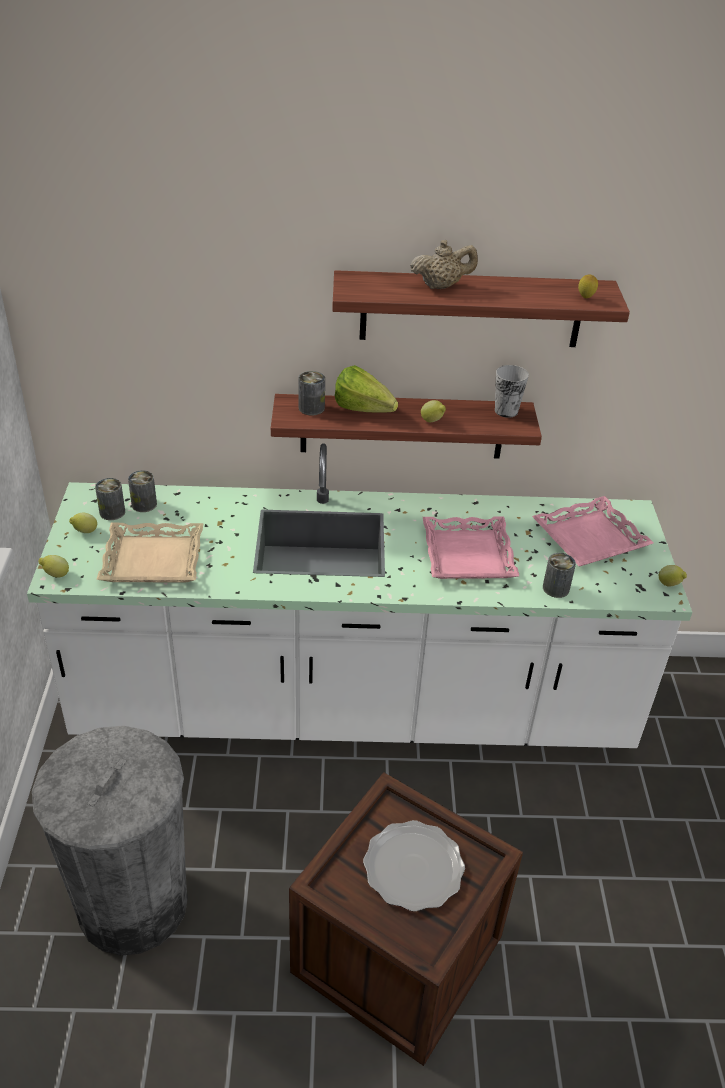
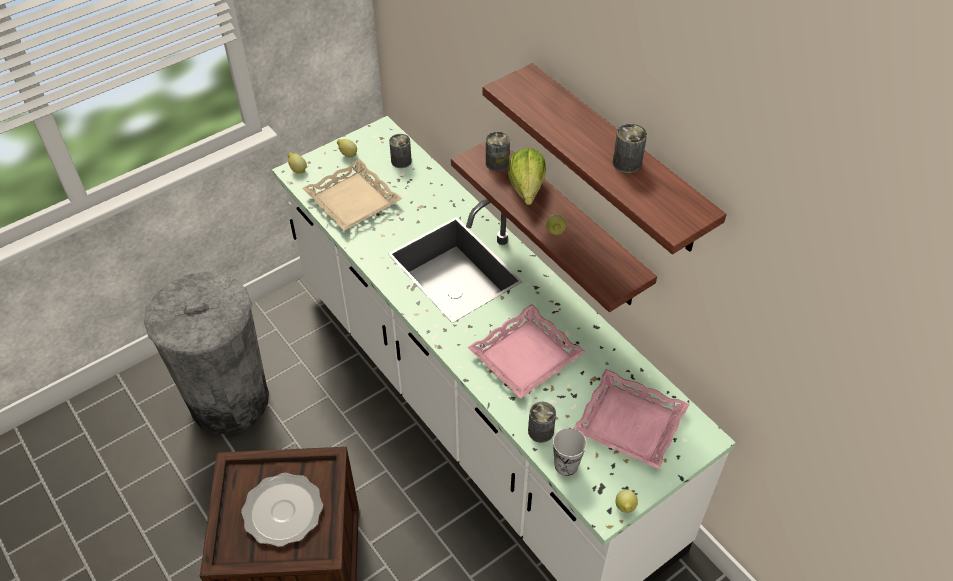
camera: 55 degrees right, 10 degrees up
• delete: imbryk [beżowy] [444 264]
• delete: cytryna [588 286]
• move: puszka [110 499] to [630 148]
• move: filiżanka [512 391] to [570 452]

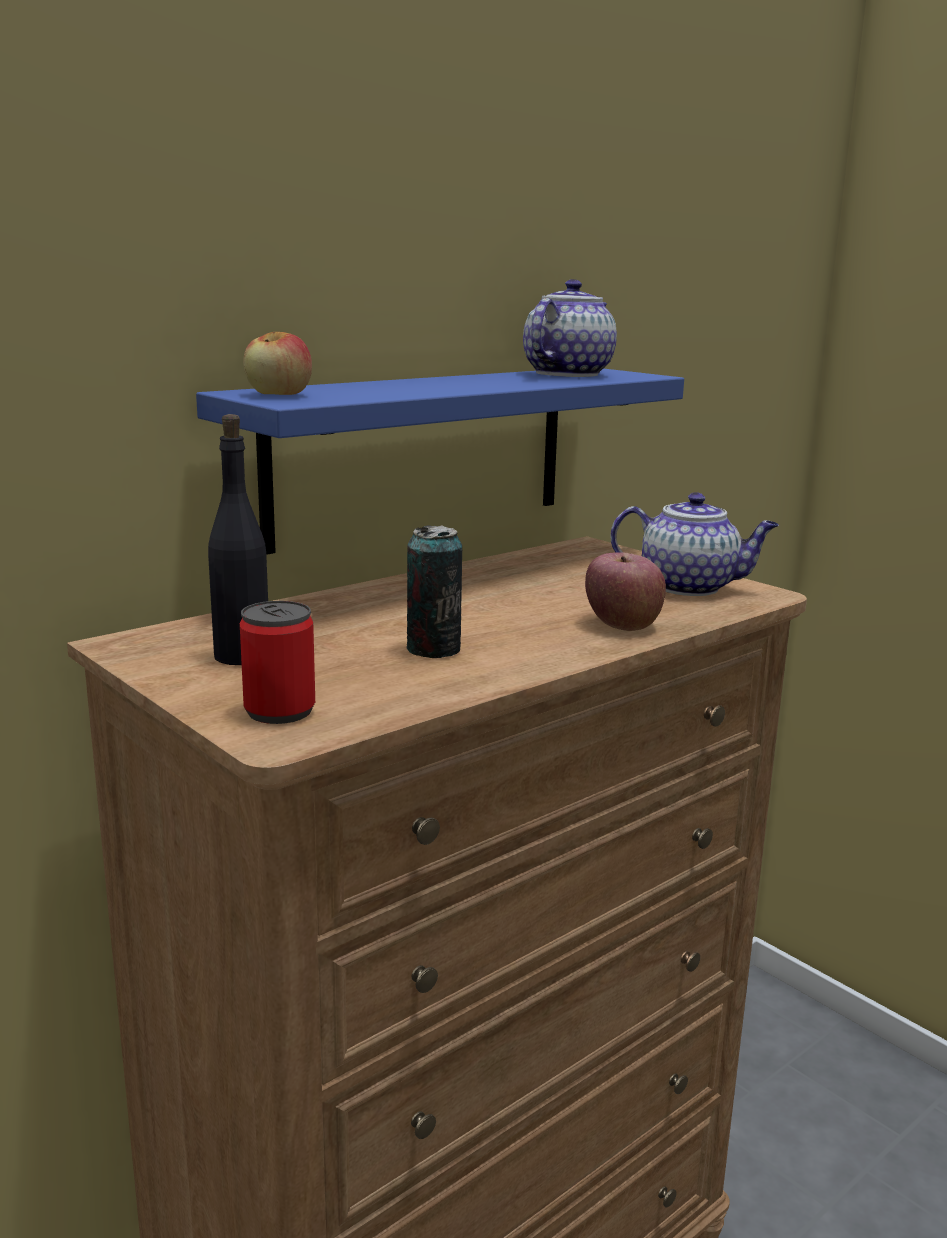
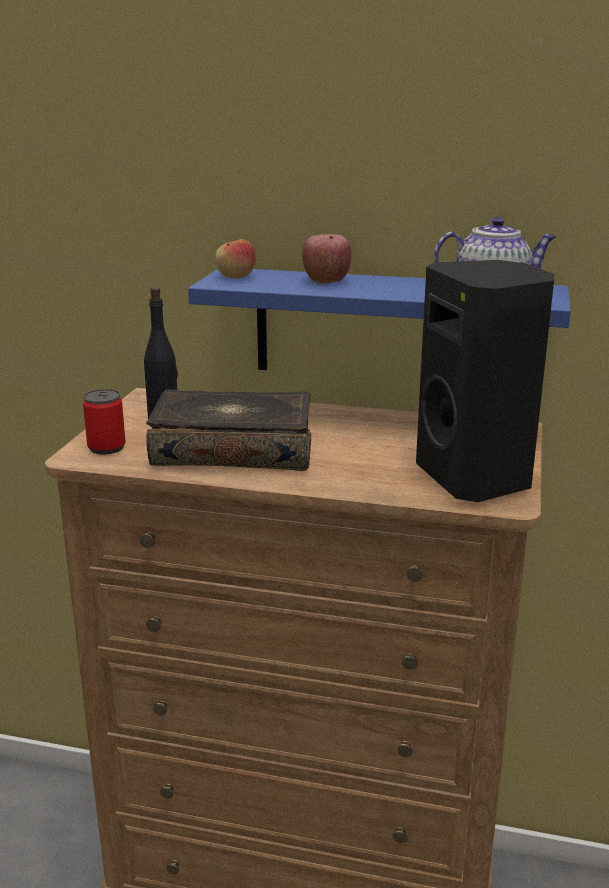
camera: 55 degrees right, 5 degrees up
• move: jabłko [625 591] to [327 259]
• replace: puszka [434 592] to książka [228 430]
• replace: imbryk [694 544] to głośnik [czarny] [485 381]

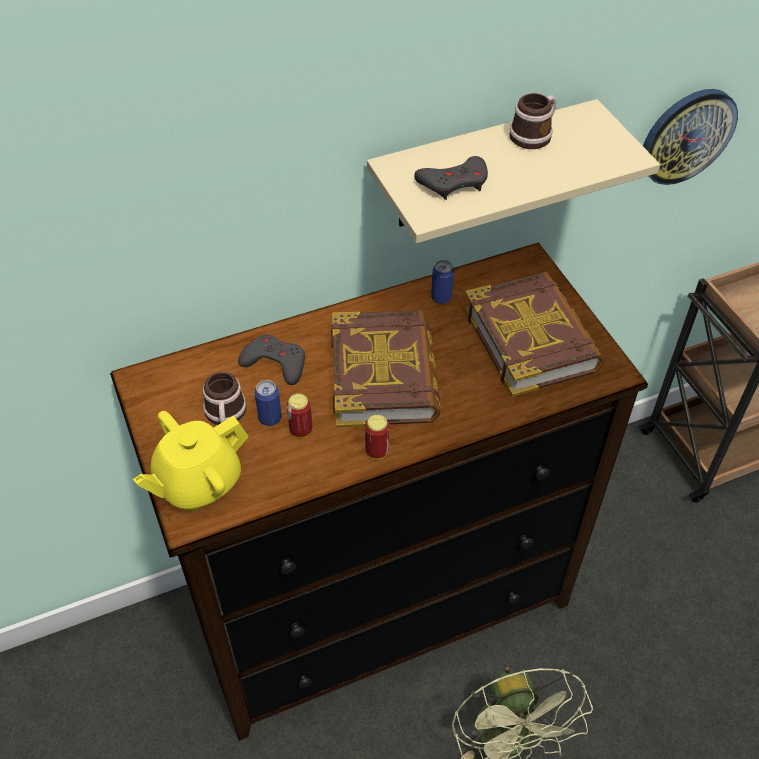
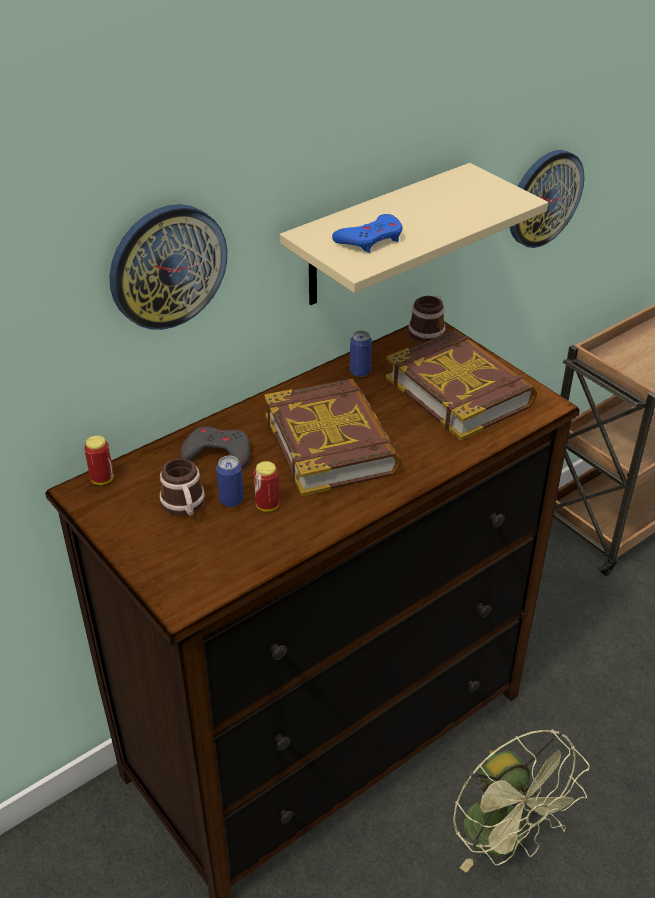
camera: 15 degrees left, 10 degrees down
• delete: imbryk [żółty] [191 461]
• insert: zegar ścienny [168 267]
• move: puszka [377 437] to [99 460]
• move: kubek [532 121] to [427 319]
• recolor: pad do gier [szary] [451 178] to pad do gier [niebieski] [367 233]

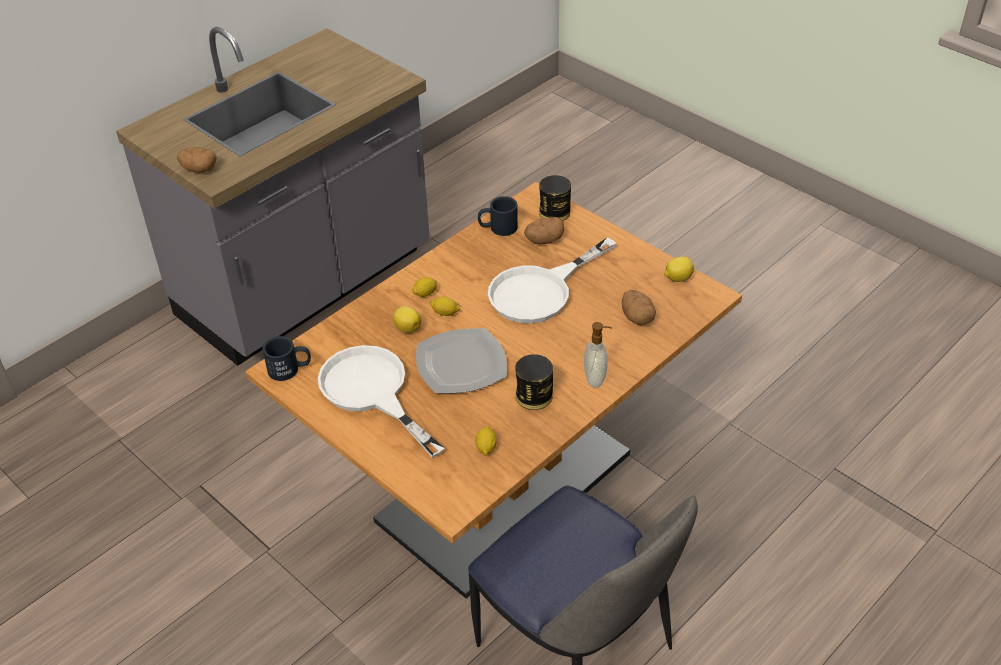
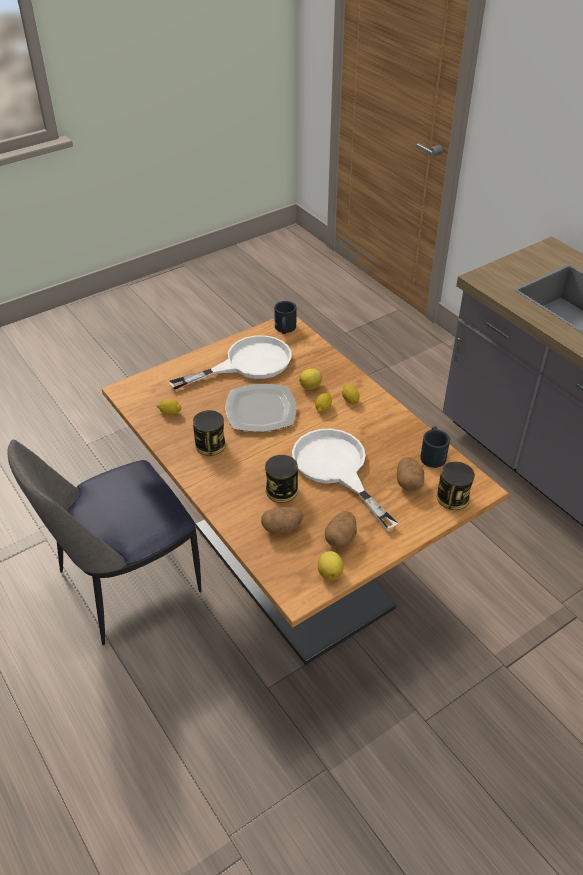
camera: 100 degrees right, 0 degrees up
• delete: dozownik mydła [598 354]
• insert: puszka [281 479]
• move: ziemniak [196 160] to [341 529]

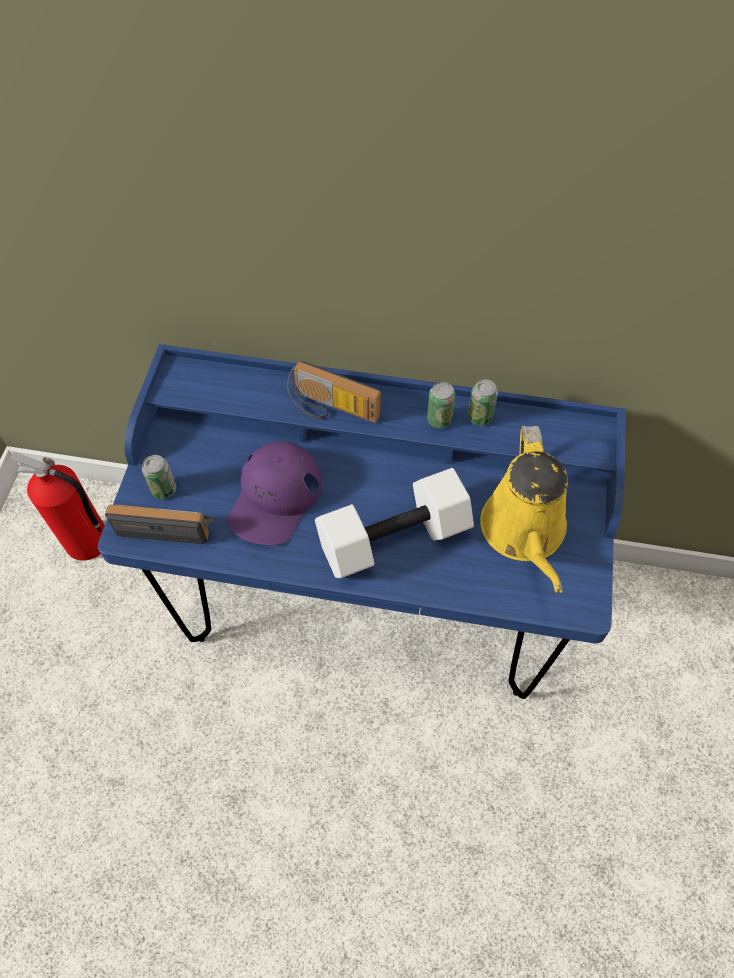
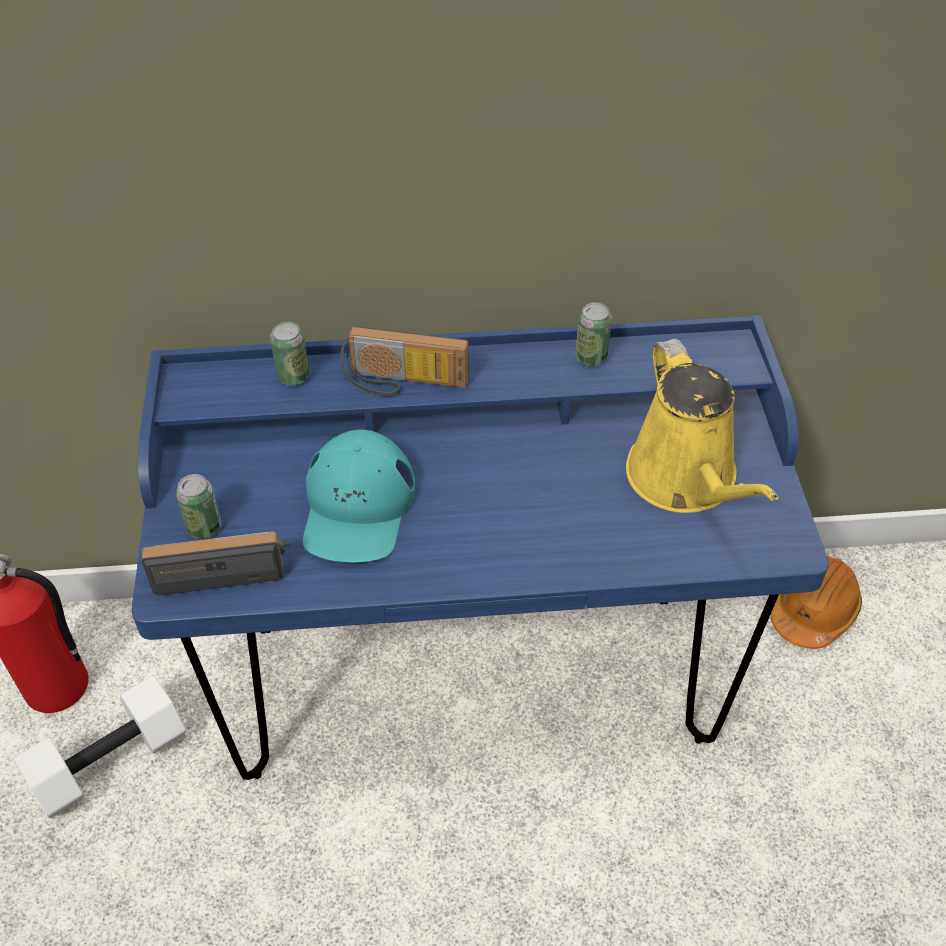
camera: 15 degrees left, 10 degrees down
• insert: kask [pomarańczowy] [816 602]
• move: hantel [biały] [394 523] to [100 746]
• move: puszka [441 405] to [289 353]
• recolor: czapka z daszkiem [fioletowy] [275 493] to czapka z daszkiem [turkusowy] [359 496]

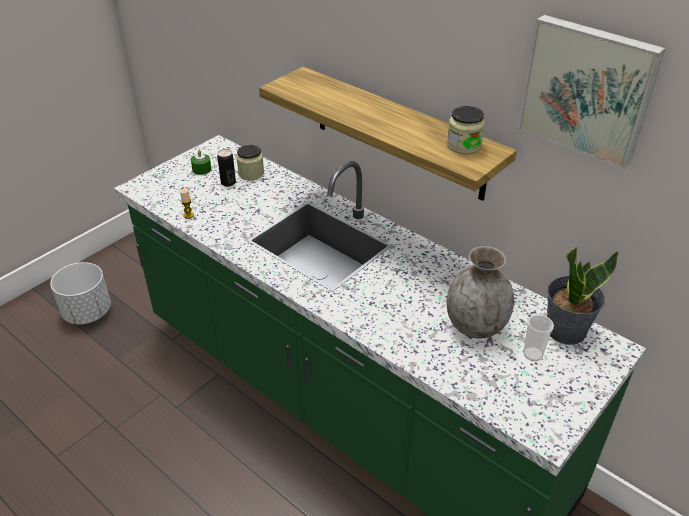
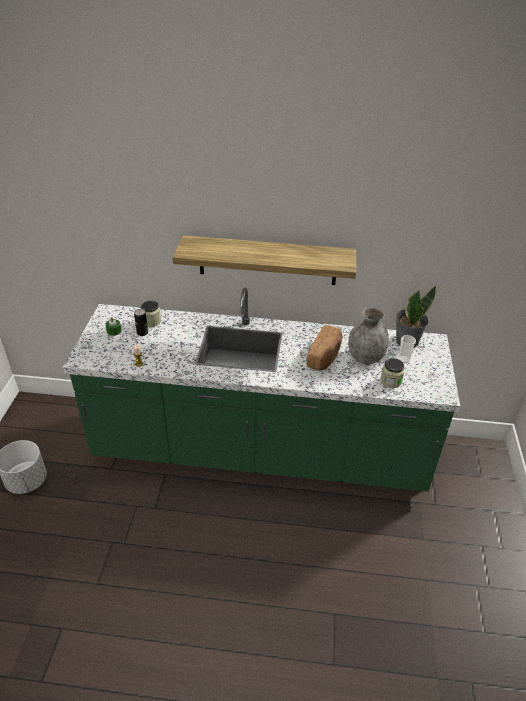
camera: 35 degrees left, 0 degrees up
• delete: obraz [591 92]
• insert: chleb [324 347]
• move: słoik [466 130] to [393 373]

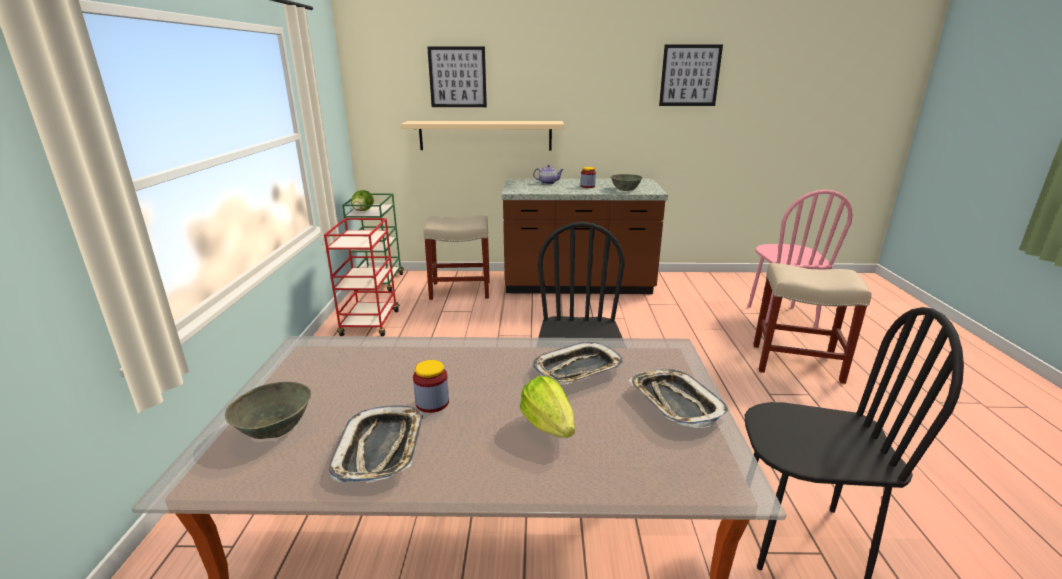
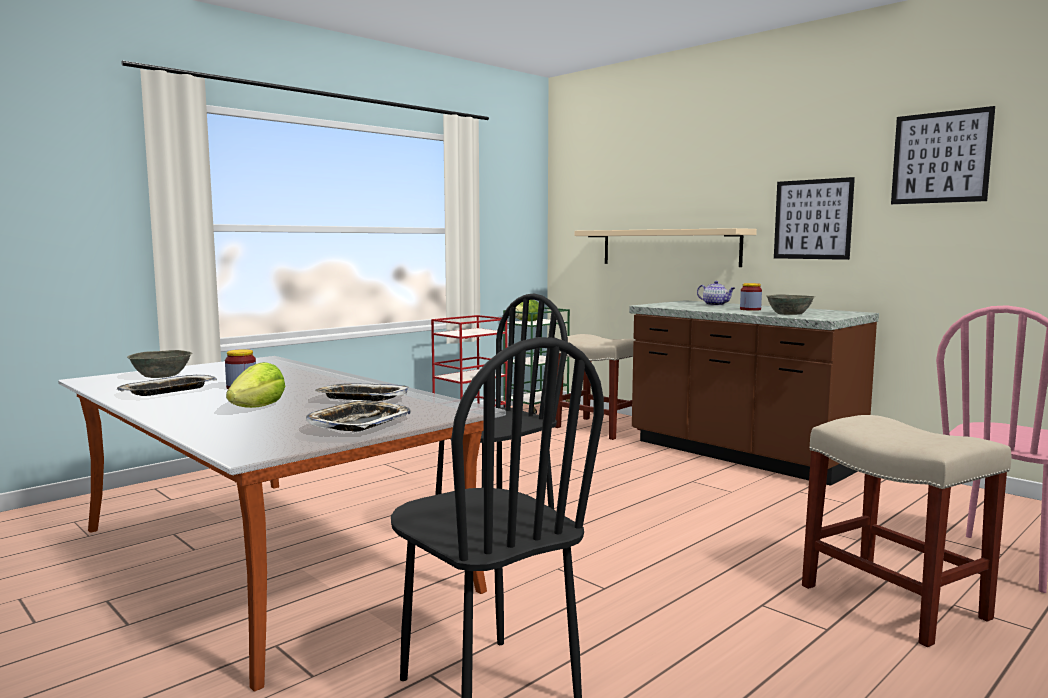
camera: 45 degrees right, 15 degrees down
• move: obraz [457 76] to [814 218]

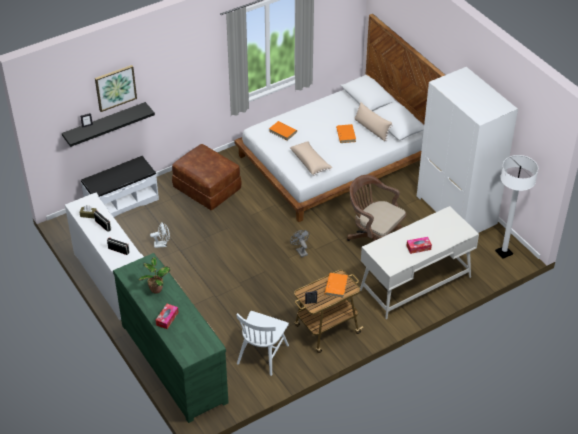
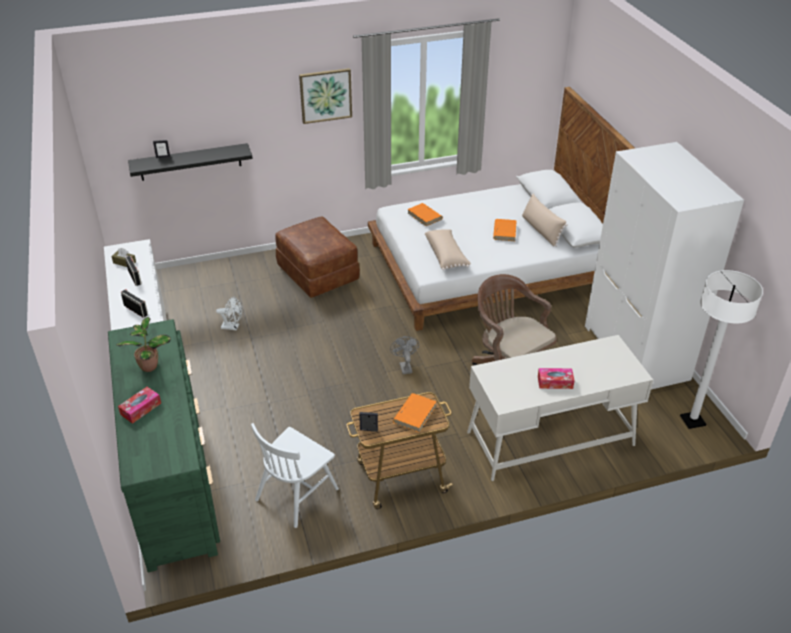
camera: 15 degrees right, 5 degrees down
• delete: ławka [biały] [120 186]
• move: obraz [116 88] to [325 96]

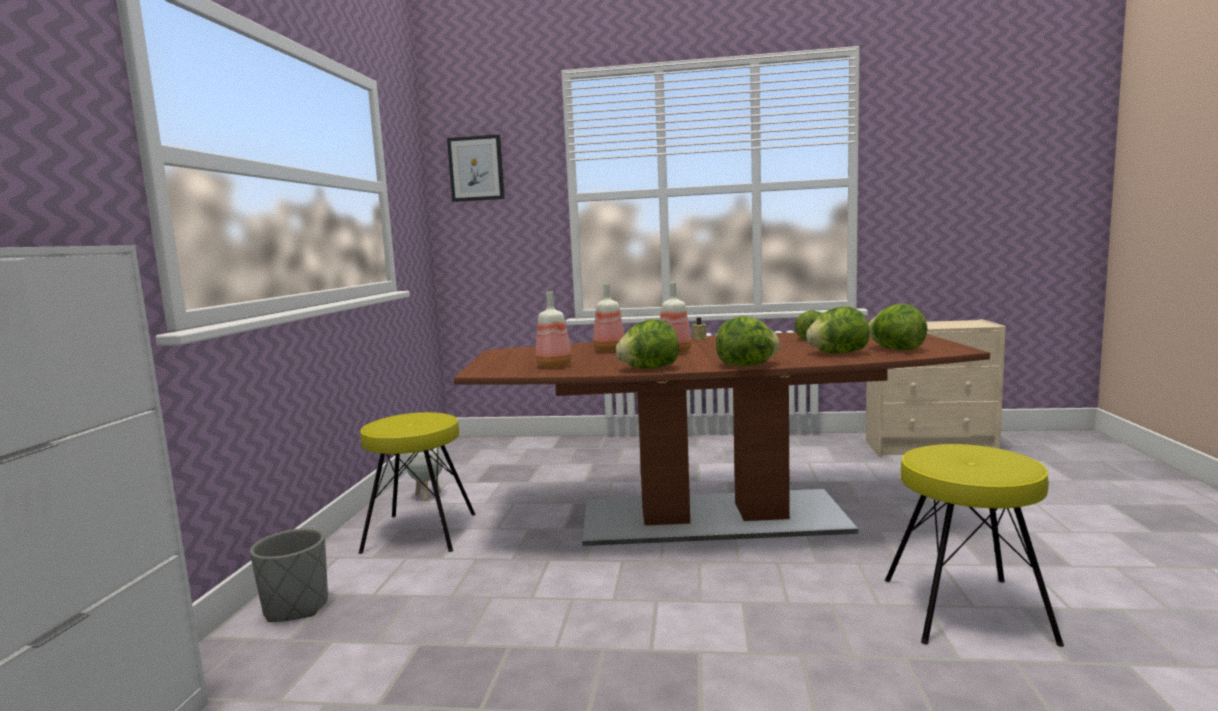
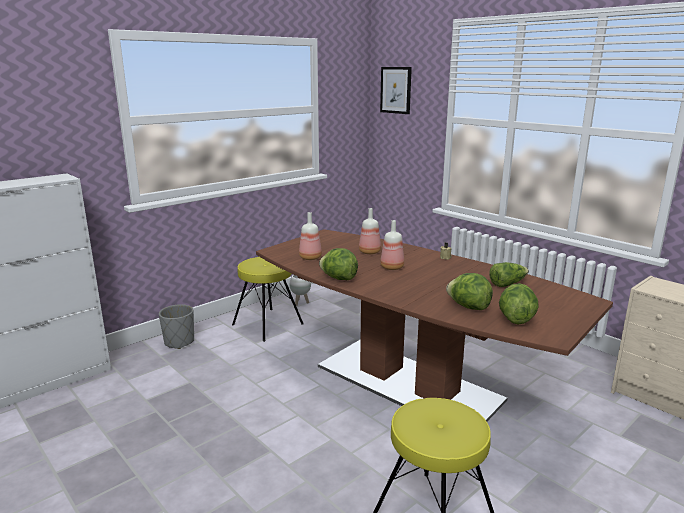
camera: 40 degrees right, 10 degrees up
• delete: sałata [748 341]

